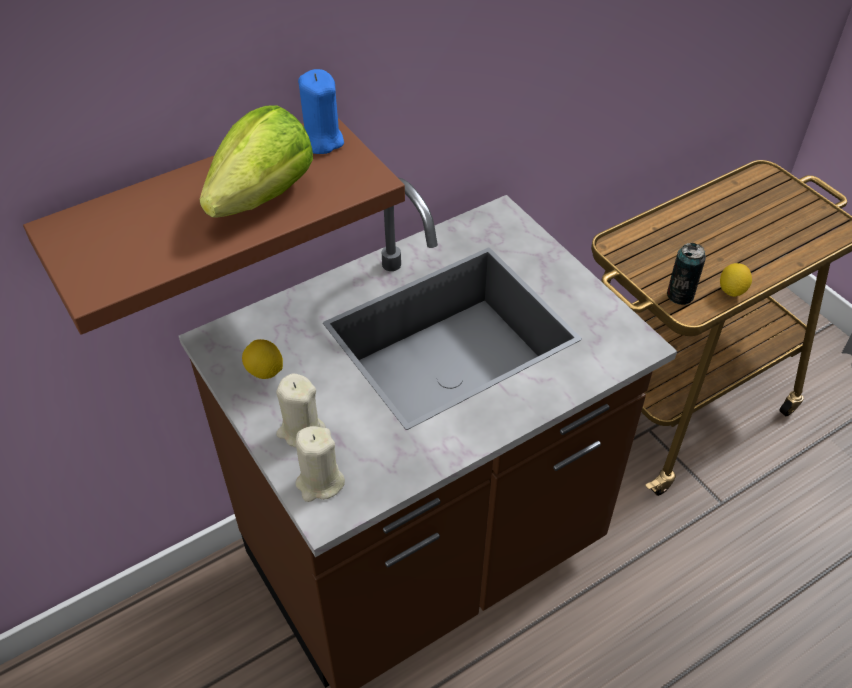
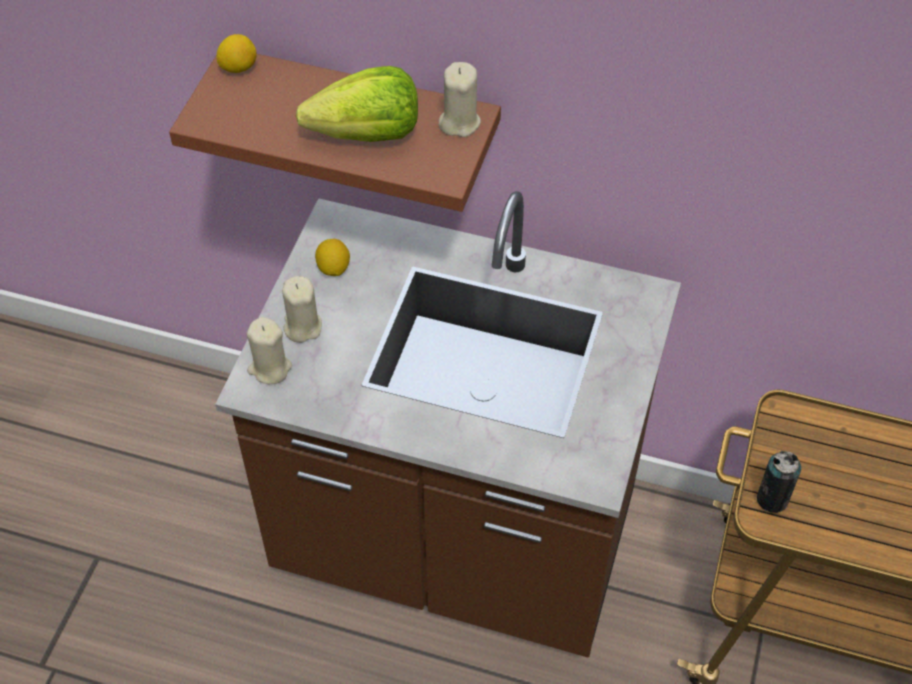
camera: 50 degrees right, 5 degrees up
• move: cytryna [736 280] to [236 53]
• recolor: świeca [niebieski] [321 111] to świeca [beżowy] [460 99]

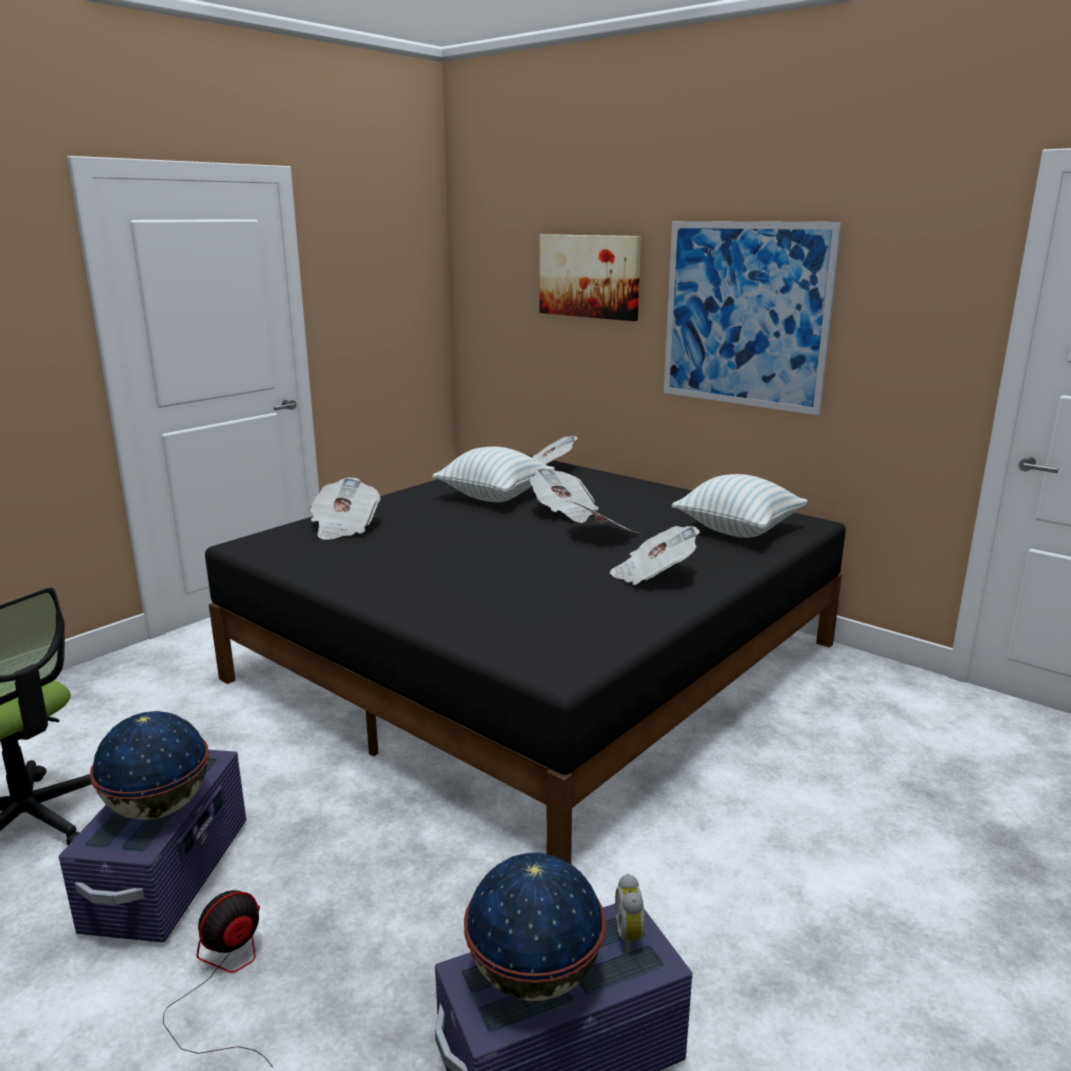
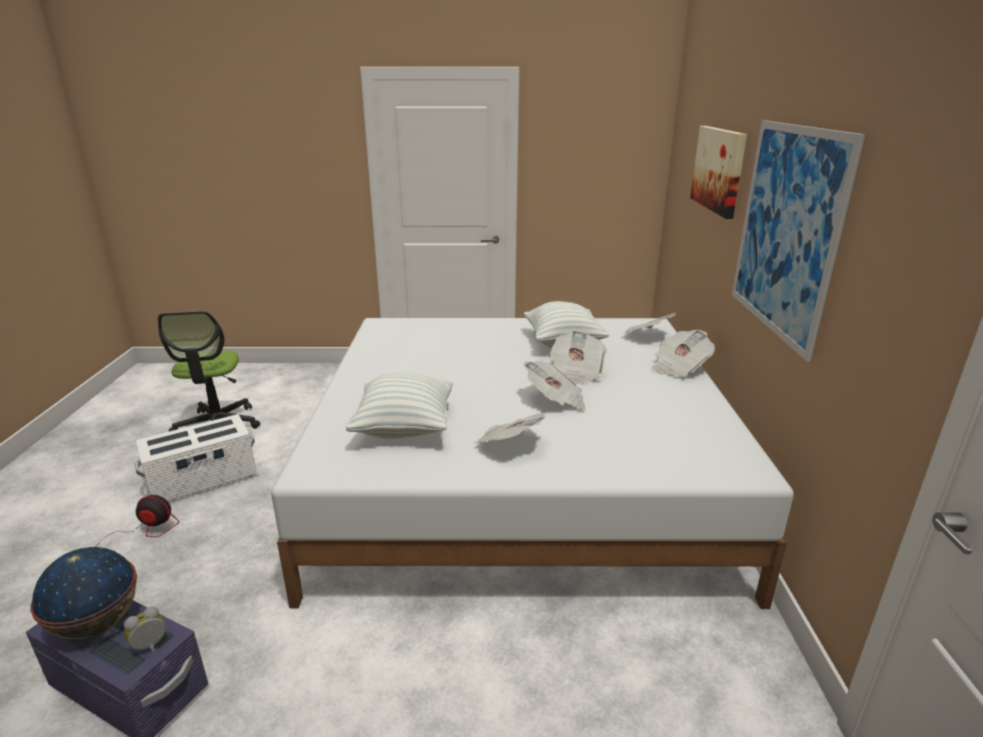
camera: 50 degrees right, 5 degrees up
• delete: globus [149 765]
• move: gazeta [345 508] to [683 353]
• move: poduszka [740 506] to [399 405]
• recolor: pojemnik do przechowywania [fioletowy] [152 846] to pojemnik do przechowywania [biały] [196 457]
• recolor: łóżko [czarny] [525 659] to łóżko [biały] [532 463]

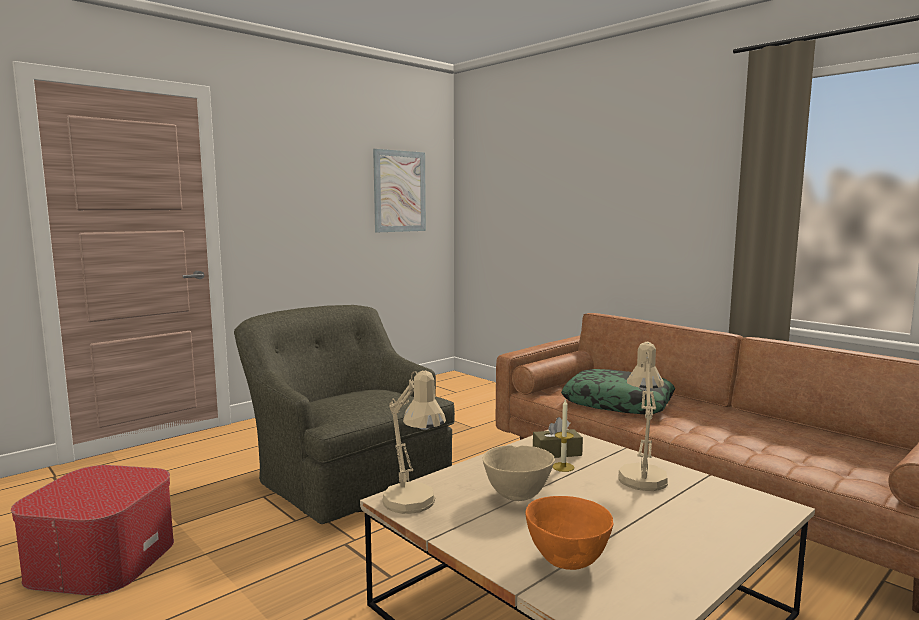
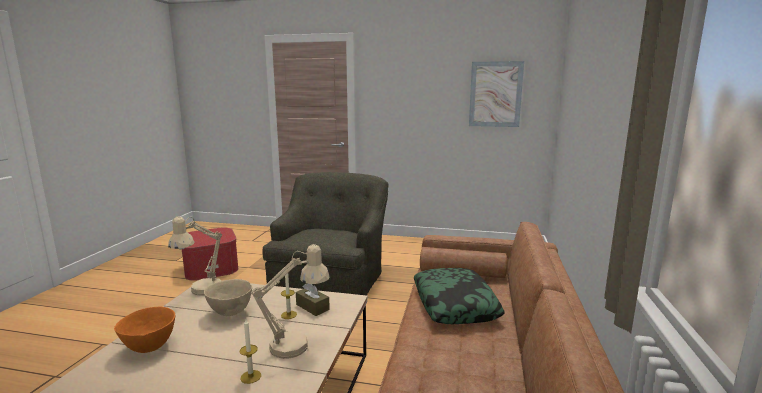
camera: 55 degrees right, 5 degrees up
• insert: świeca [250 351]

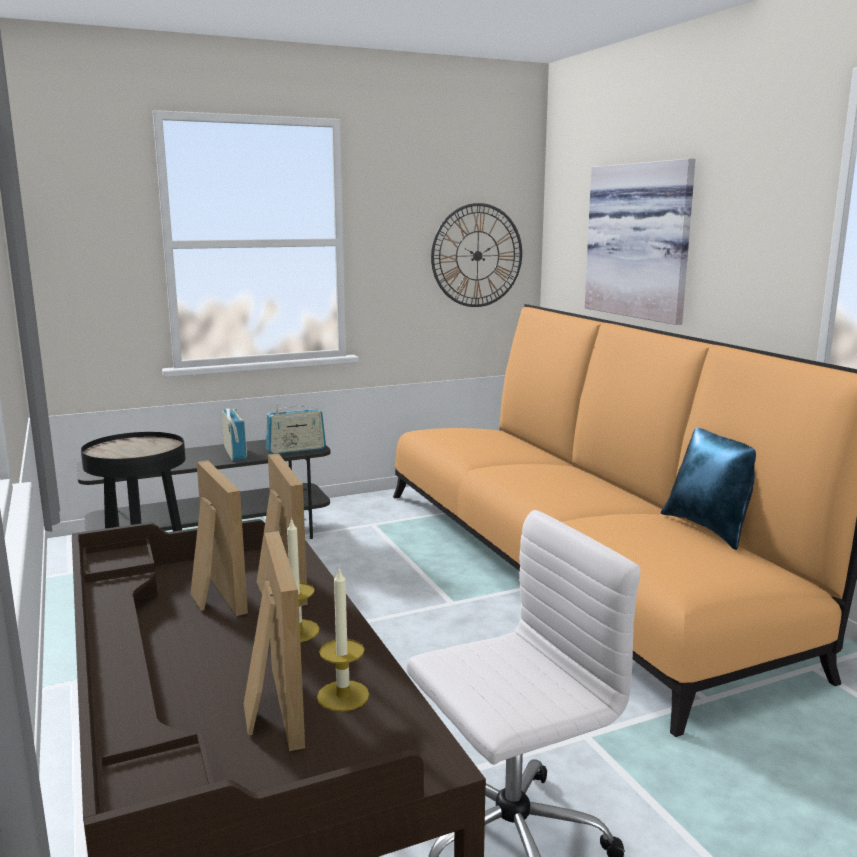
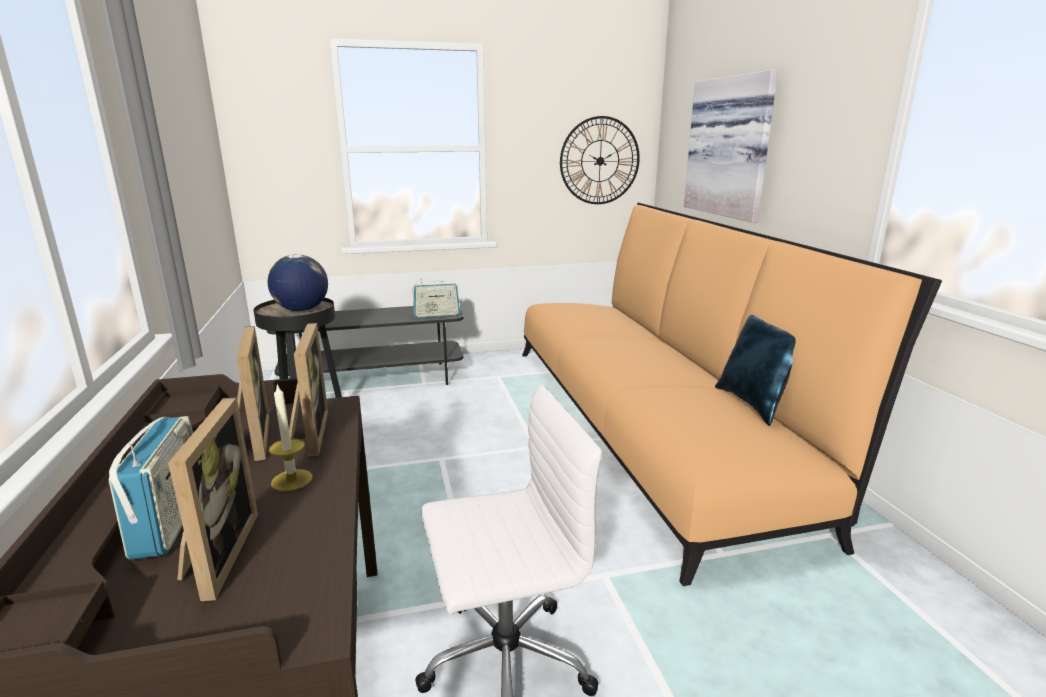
camera: 10 degrees right, 5 degrees up
• delete: świeca [343 639]
• insert: globus [298 282]
• move: radio [234 434] to [151 488]

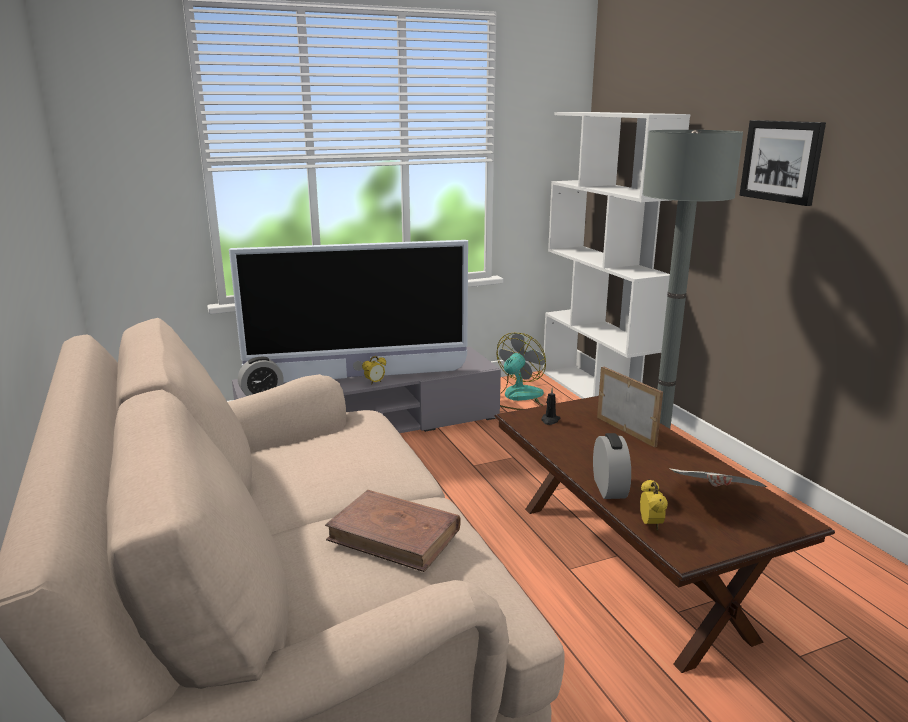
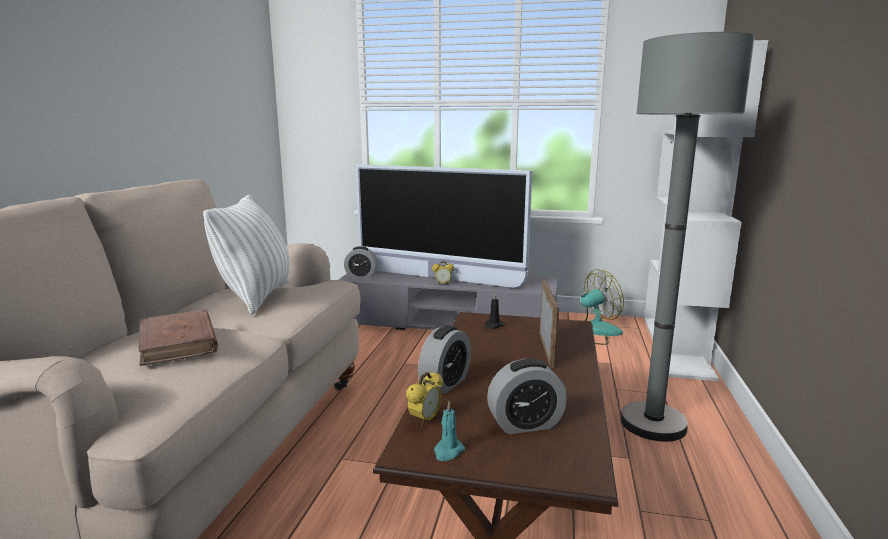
camera: 35 degrees right, 5 degrees down
• delete: obraz [782 163]
• insert: poduszka [biały] [246 254]
• insert: świeca [turkusowy] [449 431]
• replace: gazeta [717 477] to budzik [527 396]

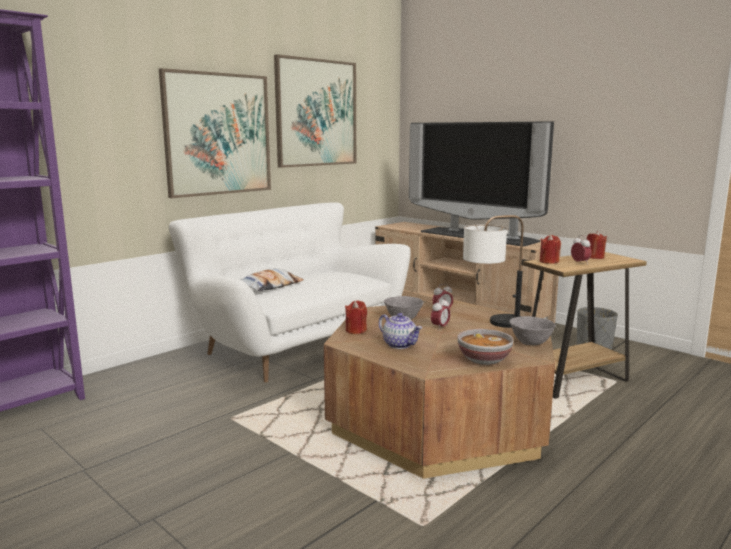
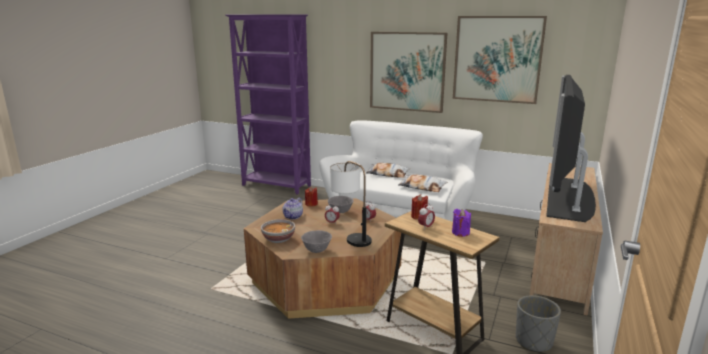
camera: 70 degrees right, 5 degrees up
• insert: poduszka [422 183]
• recolor: świeca [czerwony] [597 245] to świeca [fioletowy] [461 223]

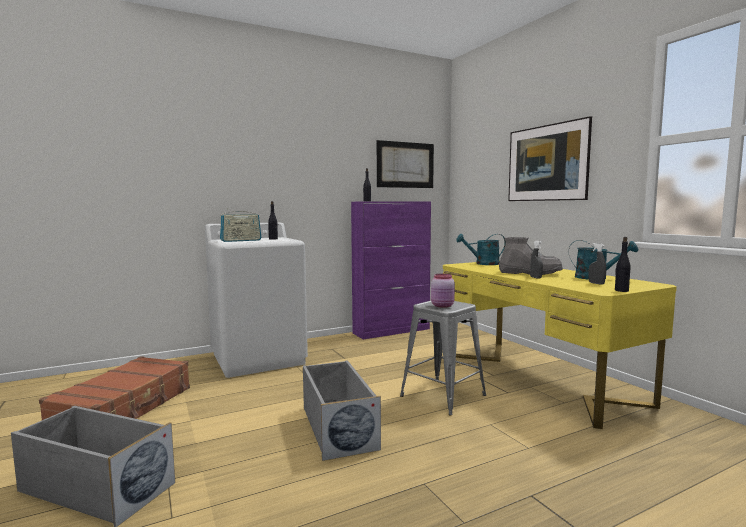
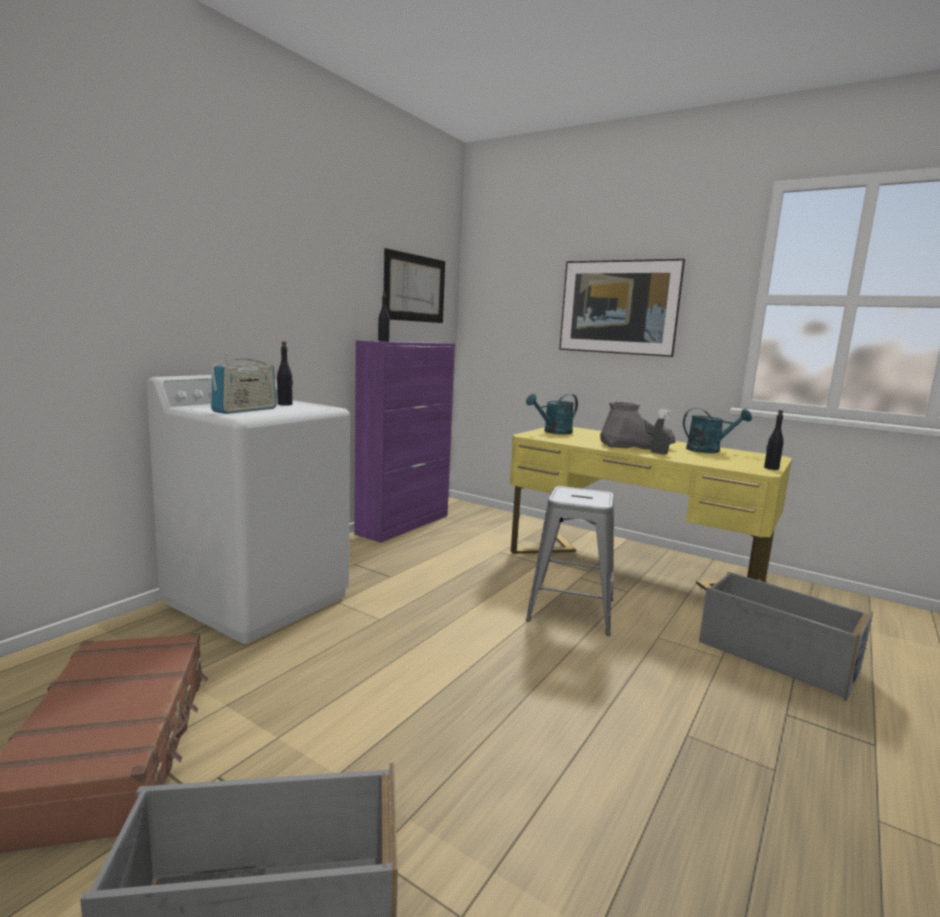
camera: 30 degrees left, 5 degrees up
• delete: słoik [różowy] [443 290]
• delete: spryskiwacz [szary] [597 264]
• move: pojemnik do przechowywania [szary] [342 410] to [786 636]

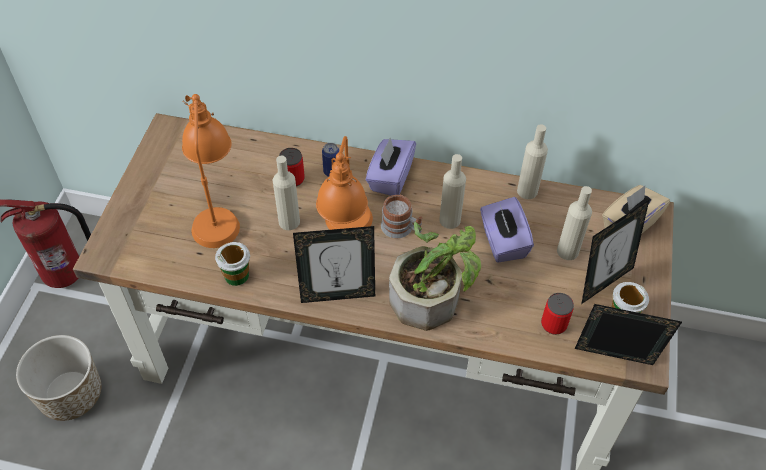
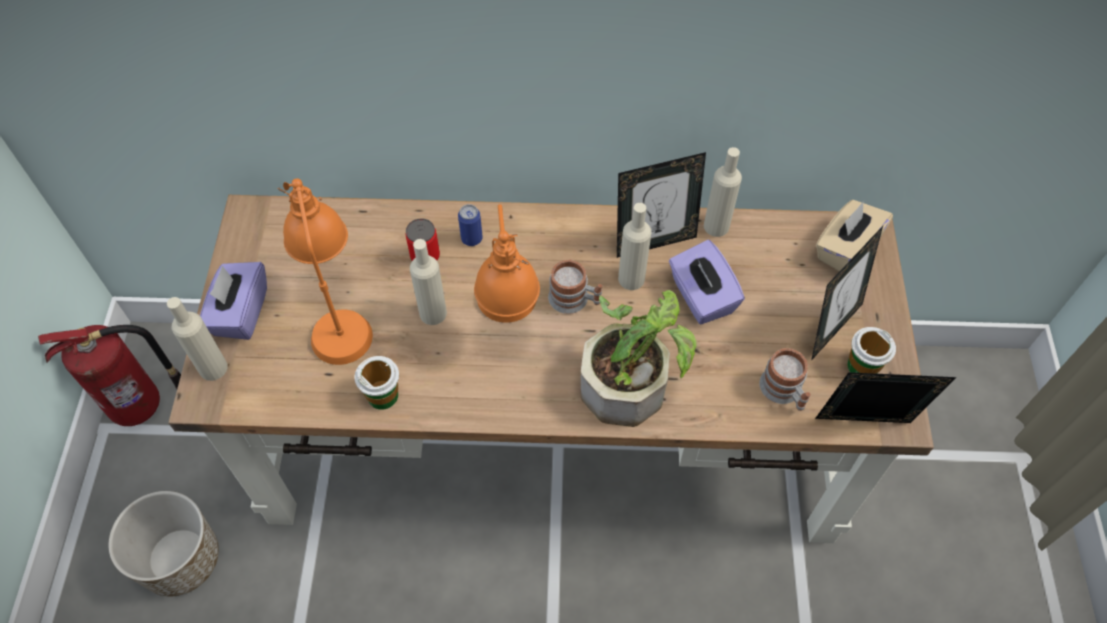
camera: 10 degrees left, 5 degrees up
• move: ramka na zdjęcie [334 264] to [661 205]
• move: pudełko chusteczek [fioletowy] [391 167] to [233 301]
• move: butelka [beżowy] [574 223] to [197 339]
• replace: puszka [557 314] to kubek [785 379]

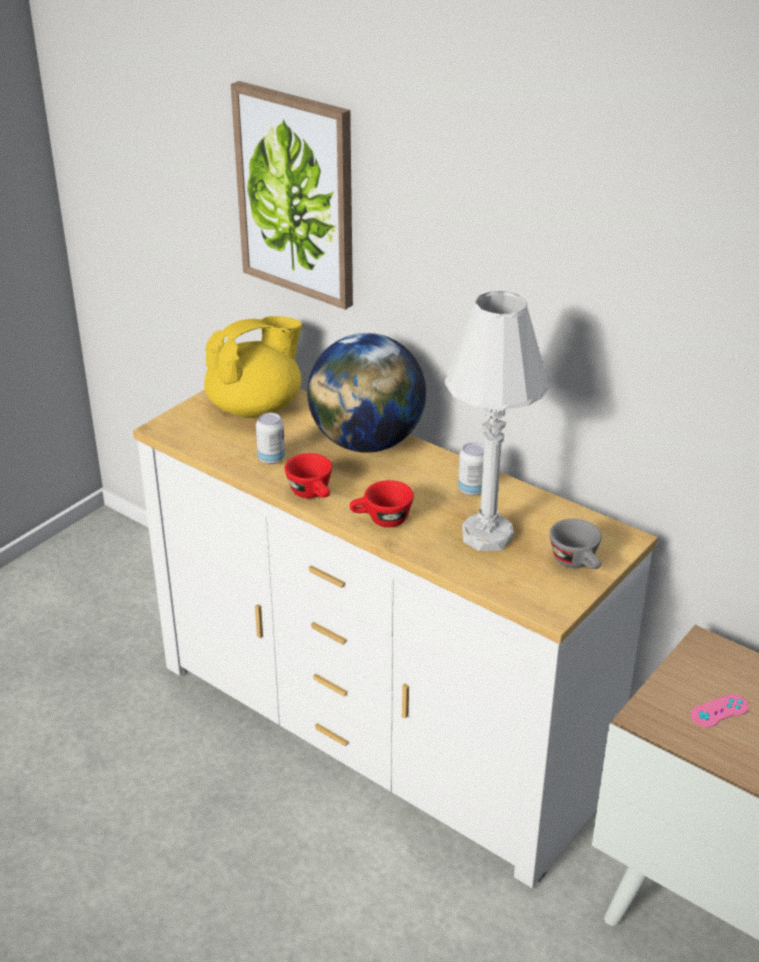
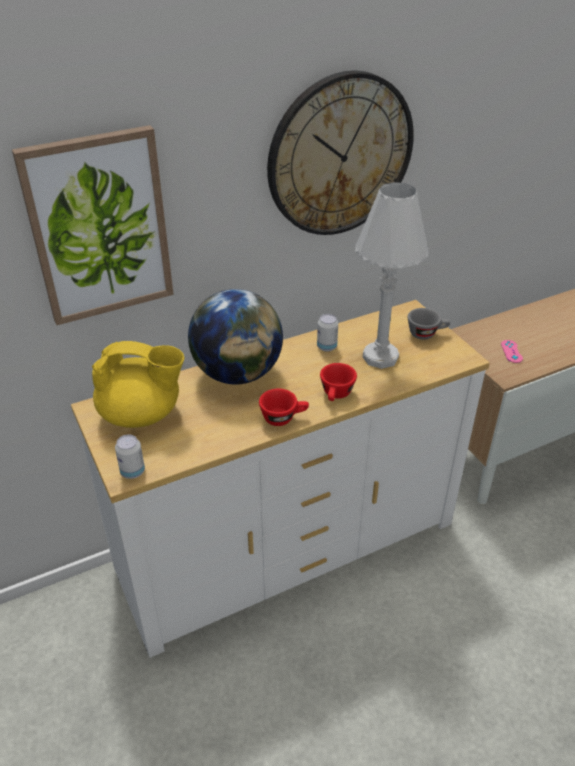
camera: 65 degrees left, 5 degrees up
• insert: zegar ścienny [340 152]
• move: puszka [270 438] to [130 456]
• rotate: imbryk [żółty] [253 367] = [138 384] 105 degrees clockwise

